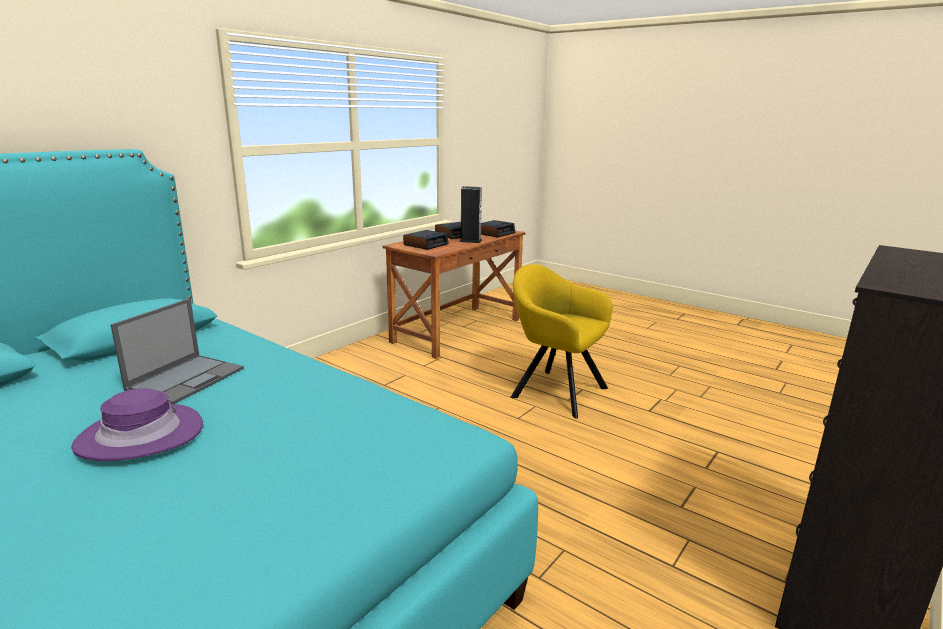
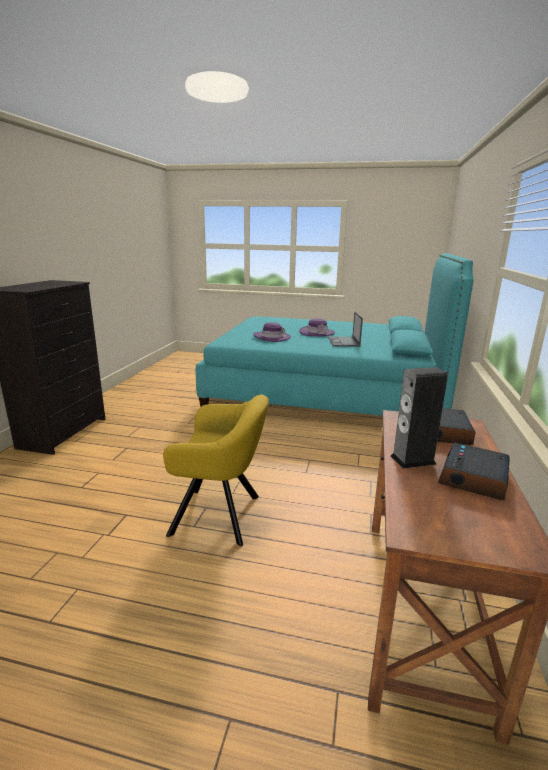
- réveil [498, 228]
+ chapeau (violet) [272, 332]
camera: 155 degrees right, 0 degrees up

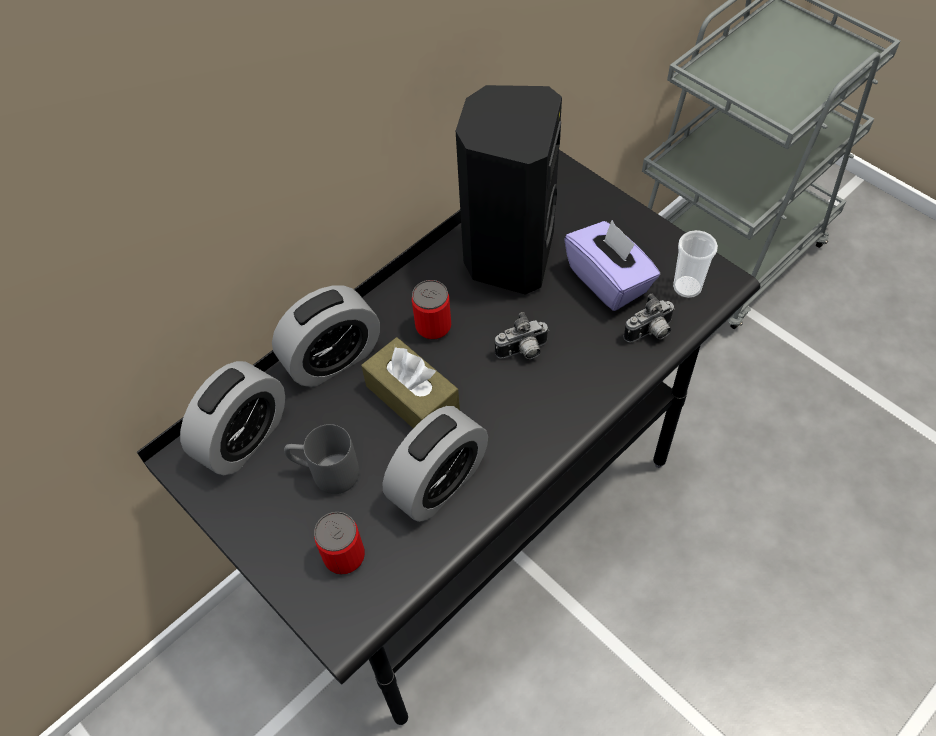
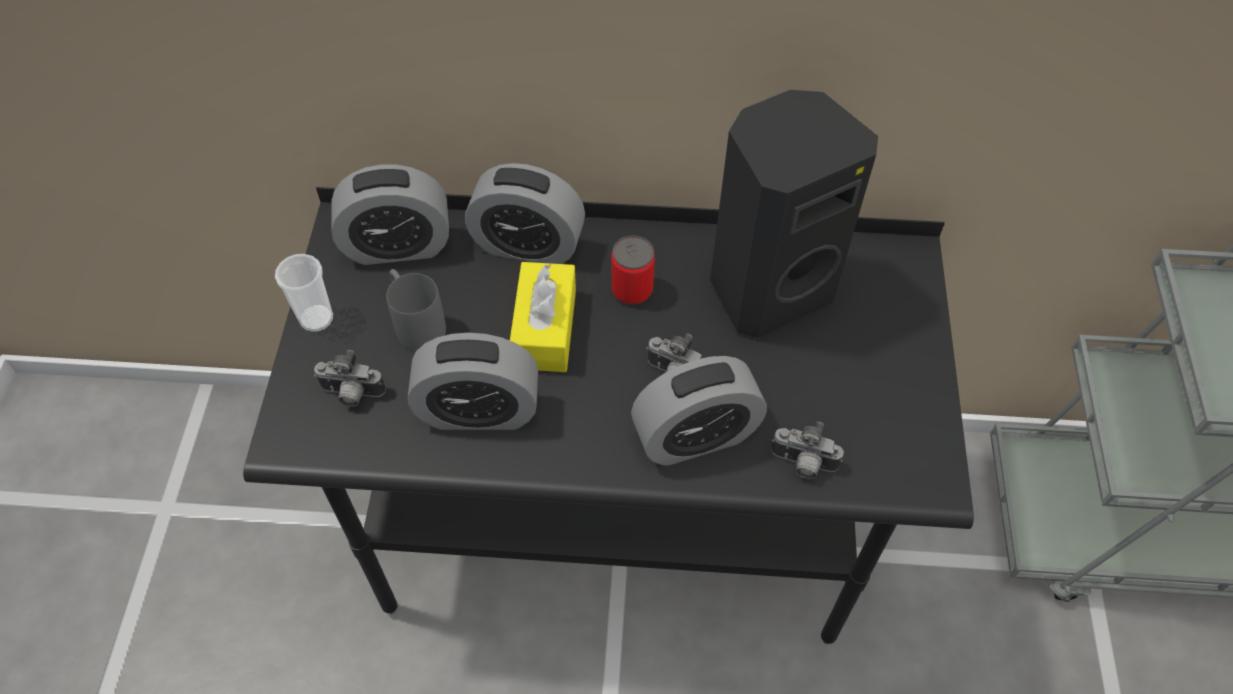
- boîte à mouchoirs (violet) [612, 265]
~ tasse [695, 264] to [304, 293]
~ boîte à mouchoirs (marron) [410, 382] to boîte à mouchoirs (jaune) [543, 317]
~ boîte métallique [339, 543] to appareil photo [350, 378]
+ réveil [699, 411]
camera: 45 degrees right, 0 degrees up

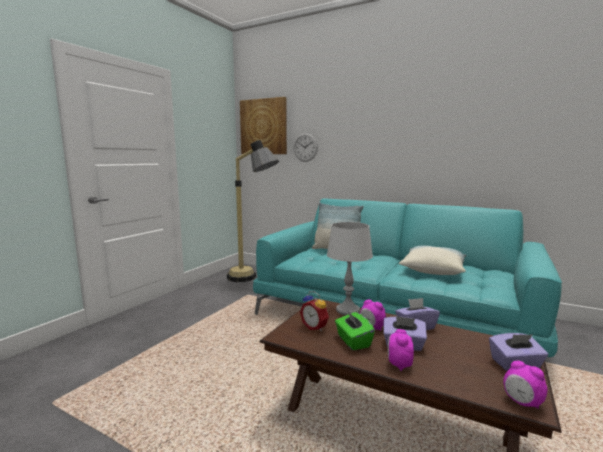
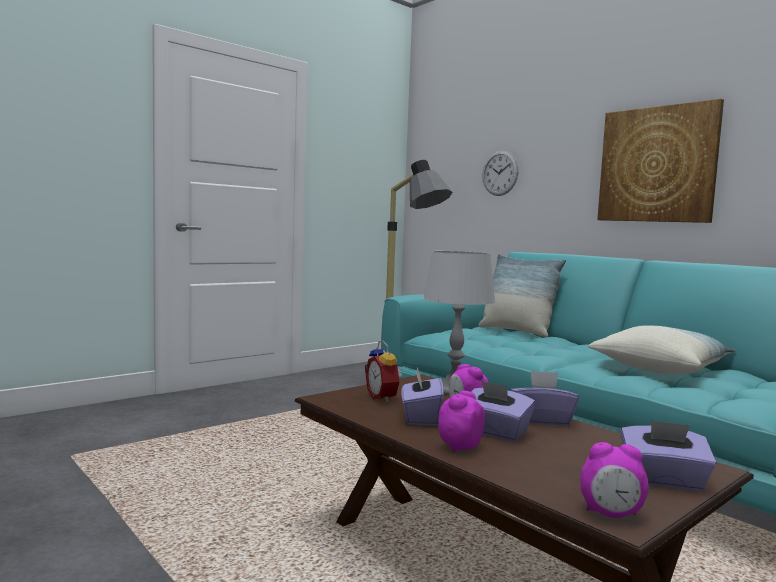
~ tableau [263, 125] to [660, 161]
~ boîte à mouchoirs (vert) [355, 330] to boîte à mouchoirs (violet) [422, 396]
~ réveil [525, 385] = [614, 480] 60 degrees counterclockwise
camera: 20 degrees right, 5 degrees down

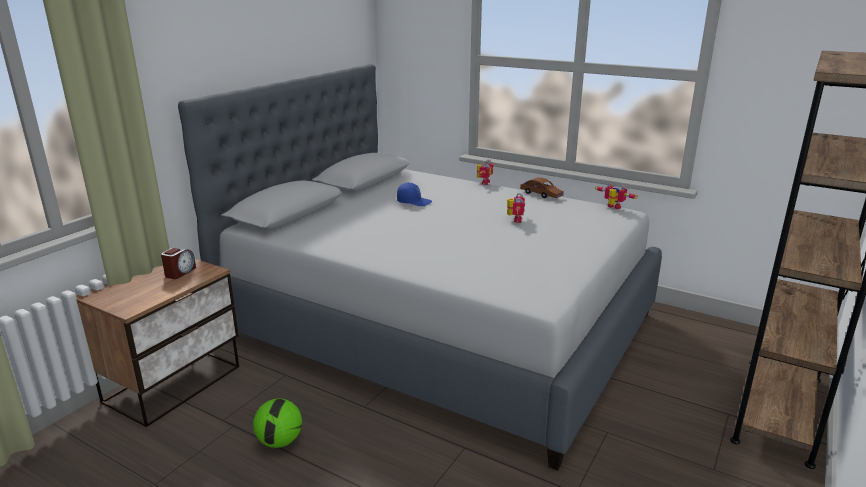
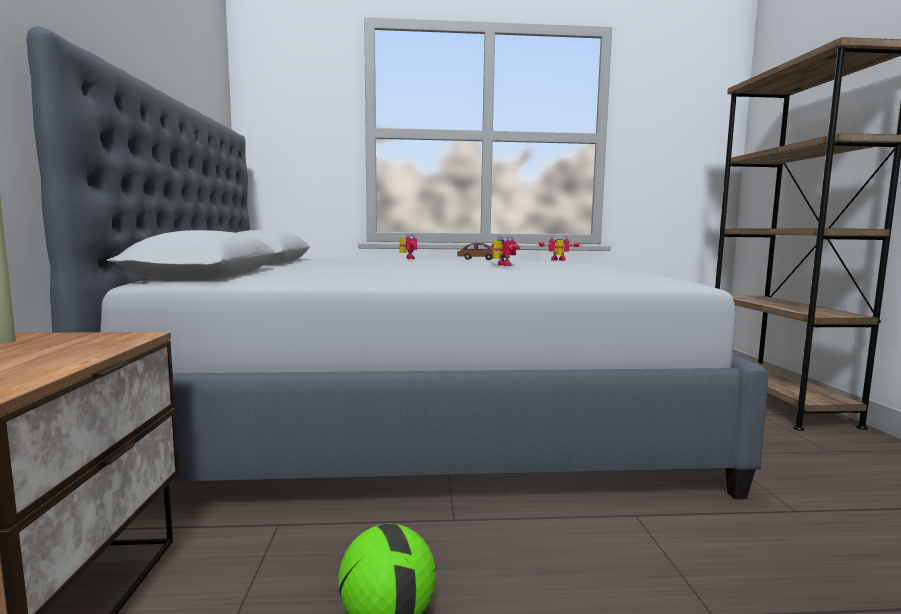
- casquette (bleu) [414, 194]
- réveil [178, 263]
camera: 35 degrees left, 15 degrees down

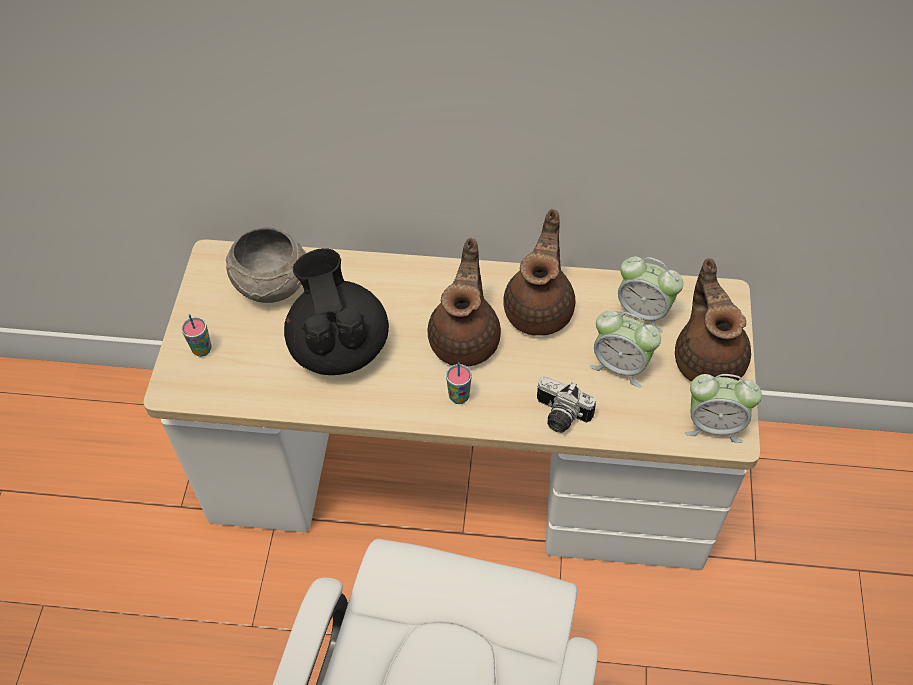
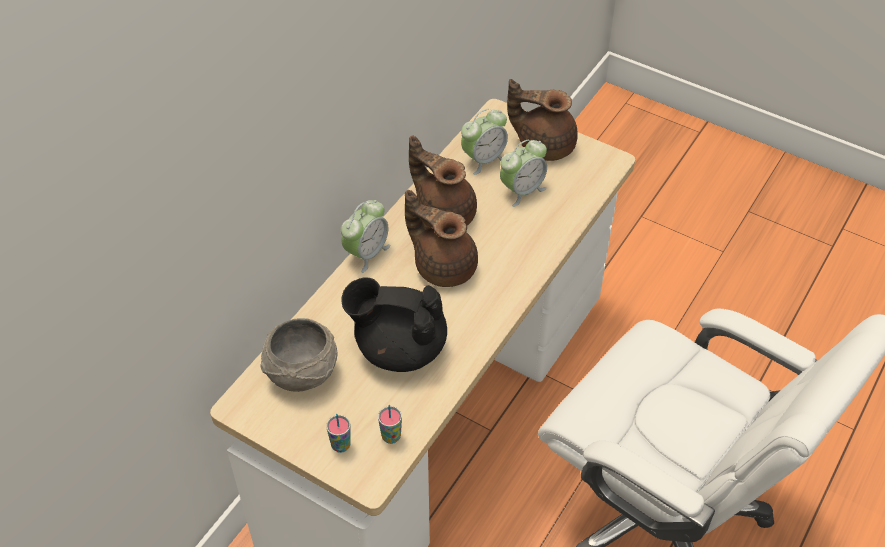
~ tasse [459, 383] to [390, 424]
~ réveil [723, 408] to [365, 236]
- appareil photo [566, 404]
camera: 65 degrees left, 5 degrees down

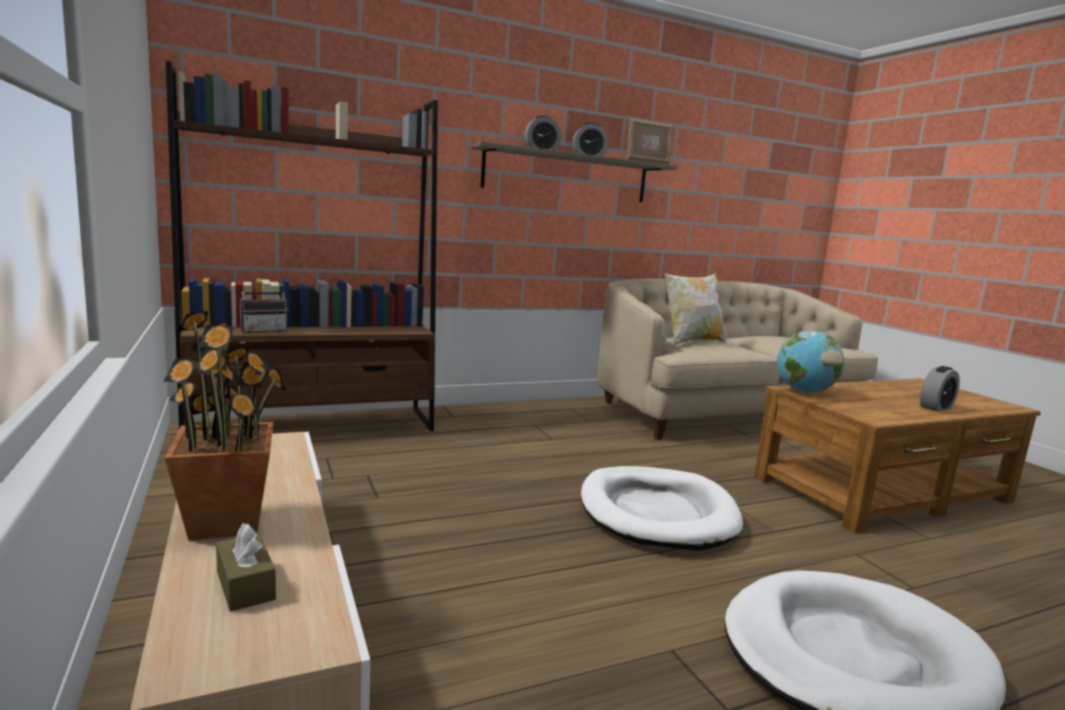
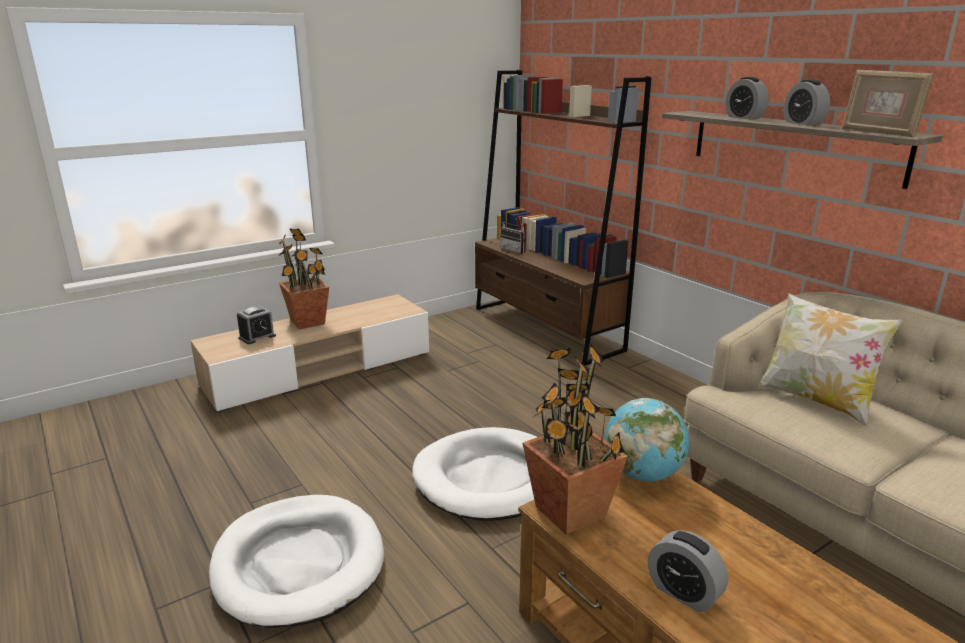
~ boîte à mouchoirs (marron) [246, 567] to réveil [256, 325]
+ plante en pot [575, 439]
camera: 80 degrees right, 10 degrees up

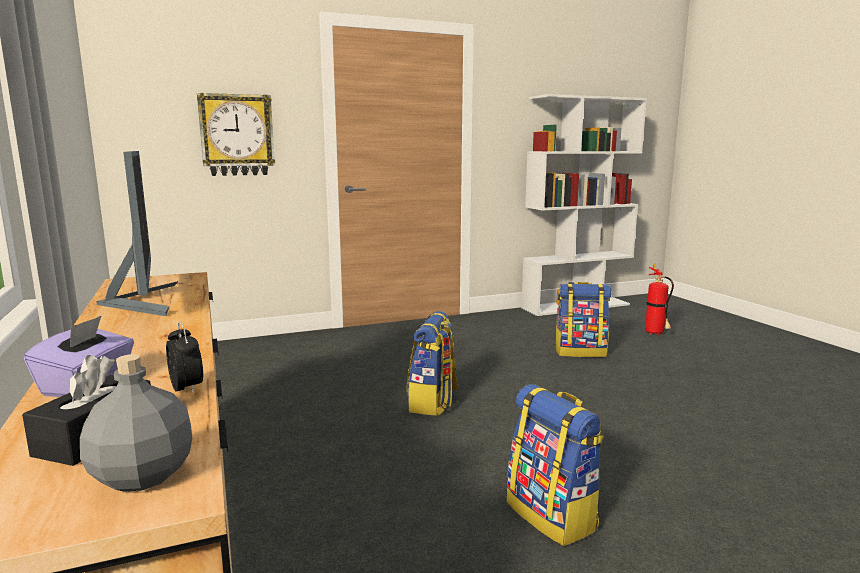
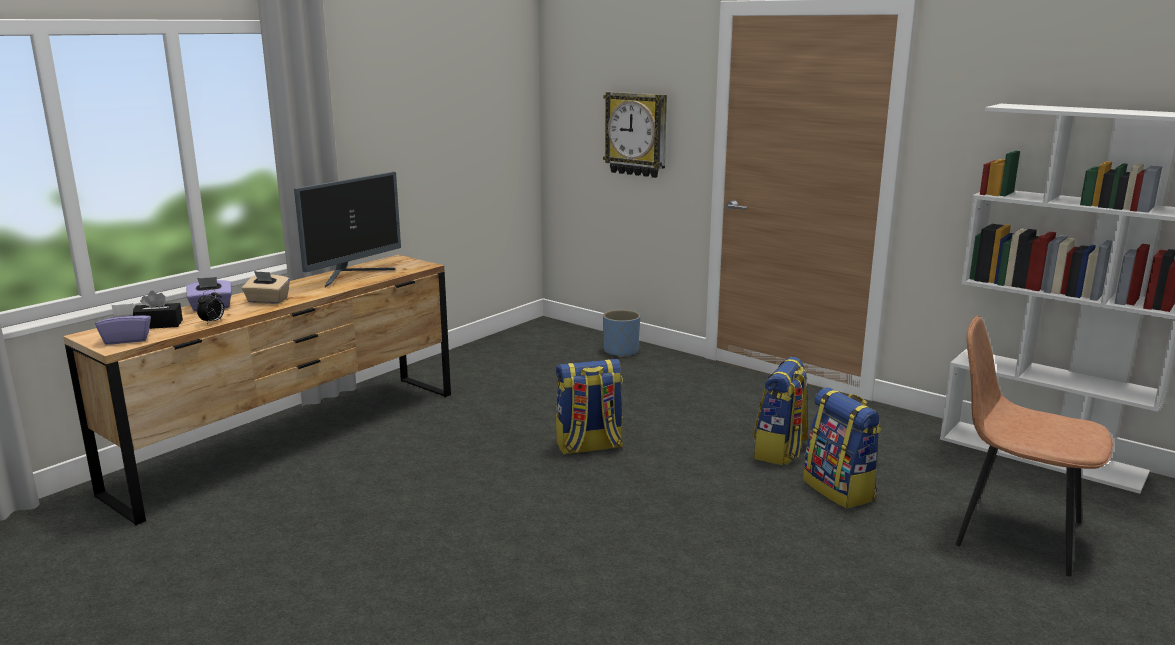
~ extincteur [659, 299] to chaise (marron) [1034, 445]
~ bouteille (gris) [136, 423] to boîte à mouchoirs (violet) [123, 324]
~ sac à dos [555, 465] to [781, 411]
+ boîte à mouchoirs (beige) [266, 287]
+ cache-pot (bleu) [621, 334]
camera: 60 degrees right, 5 degrees up

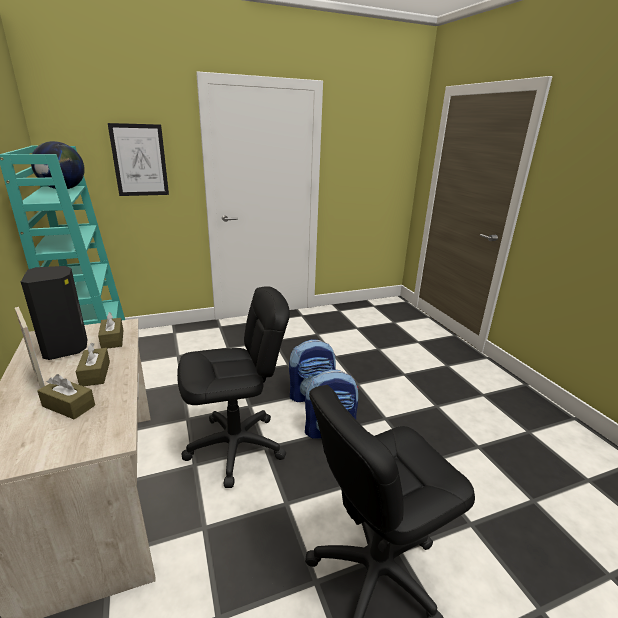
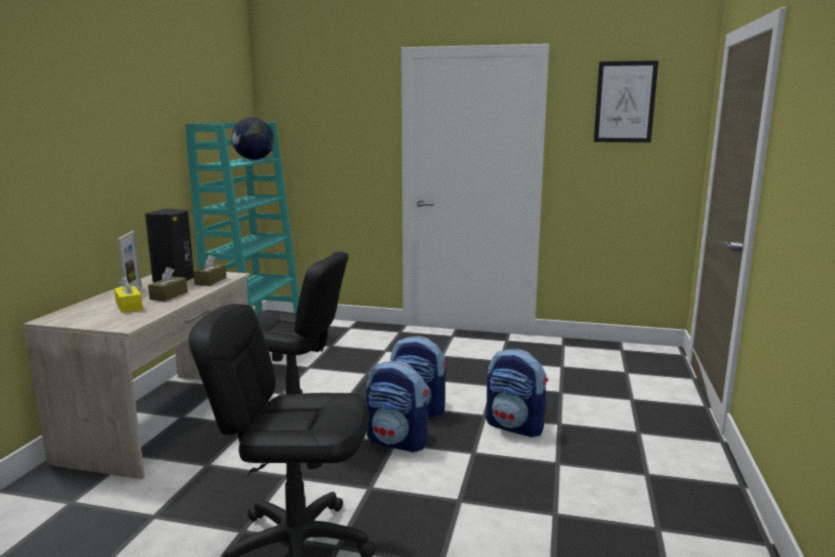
~ tableau [138, 159] to [626, 102]
~ boîte à mouchoirs (marron) [66, 397] to boîte à mouchoirs (jaune) [128, 294]
+ sac à dos [517, 393]
camera: 35 degrees right, 10 degrees down

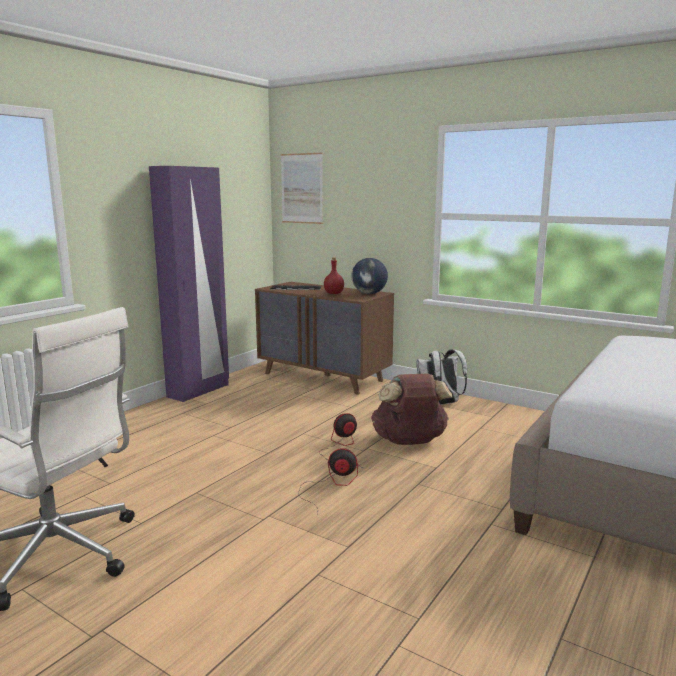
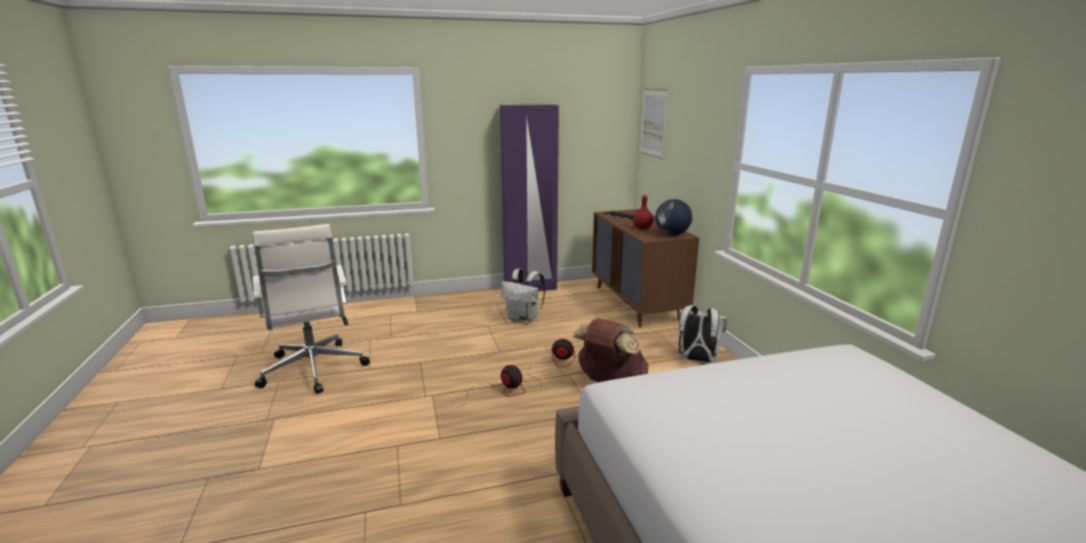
+ sac à dos (blanc) [523, 296]
camera: 40 degrees right, 5 degrees up

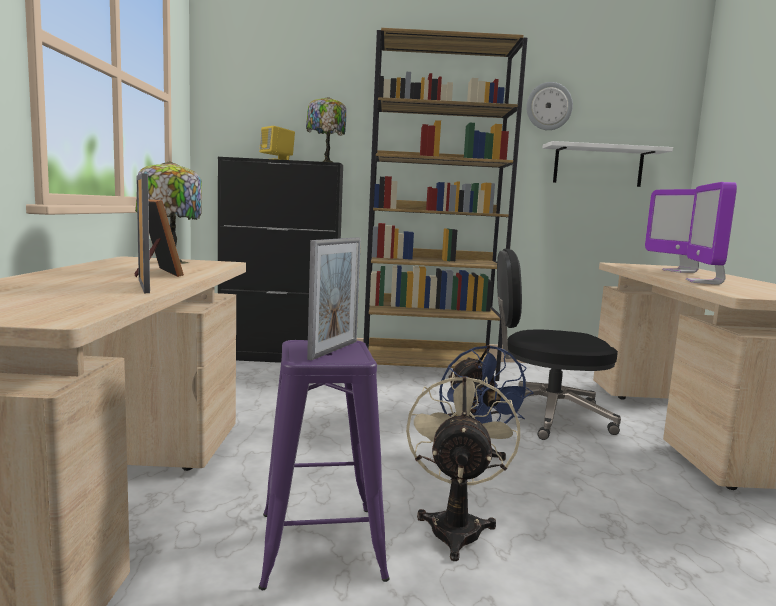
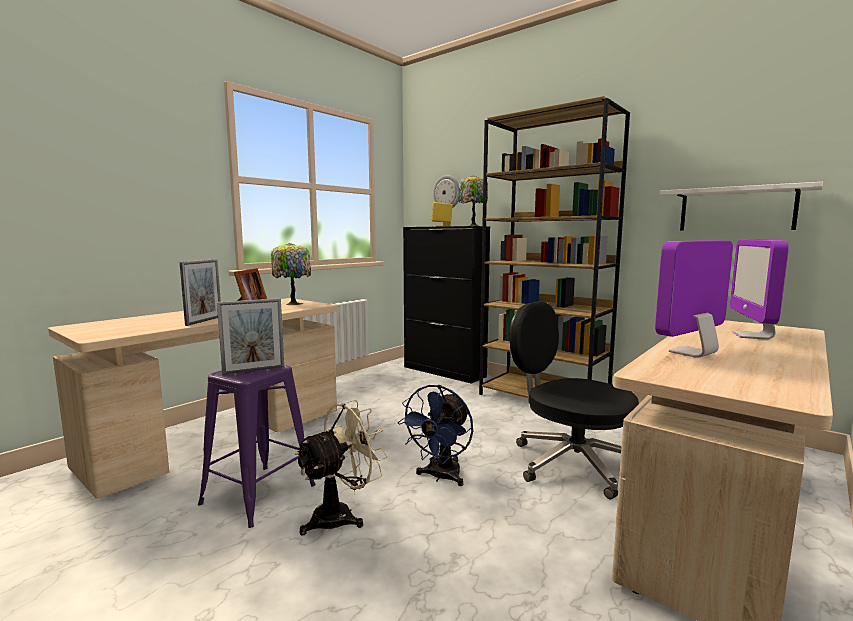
~ horloge murale [549, 106] to [446, 191]
camera: 40 degrees right, 0 degrees up

